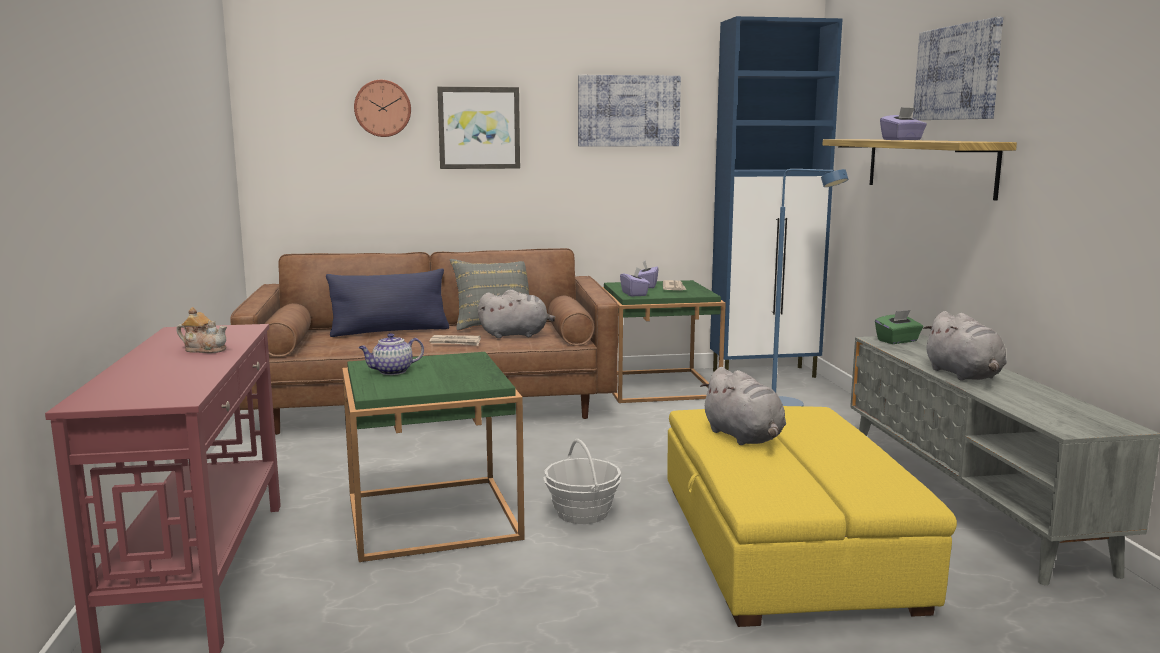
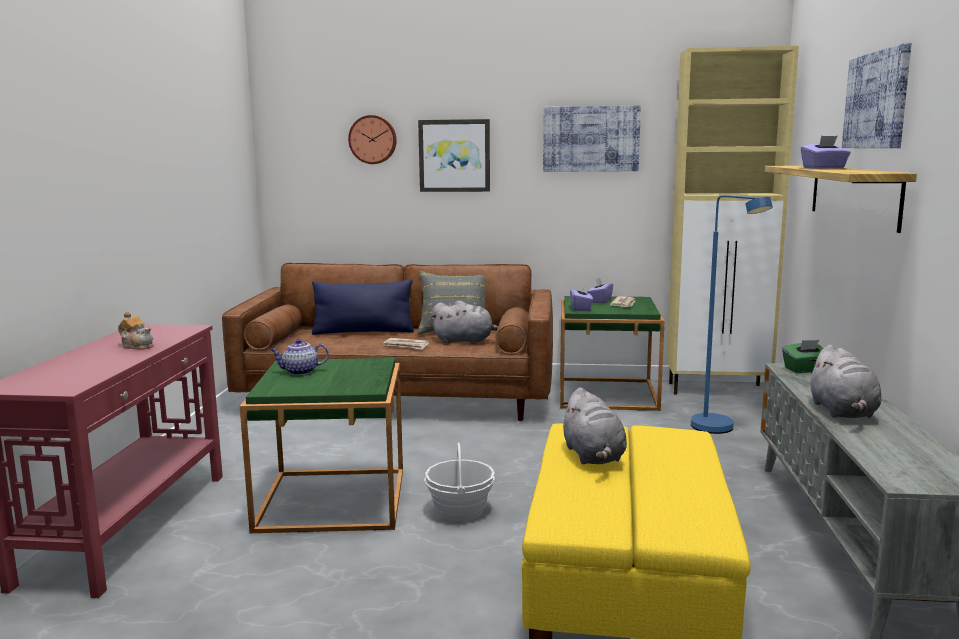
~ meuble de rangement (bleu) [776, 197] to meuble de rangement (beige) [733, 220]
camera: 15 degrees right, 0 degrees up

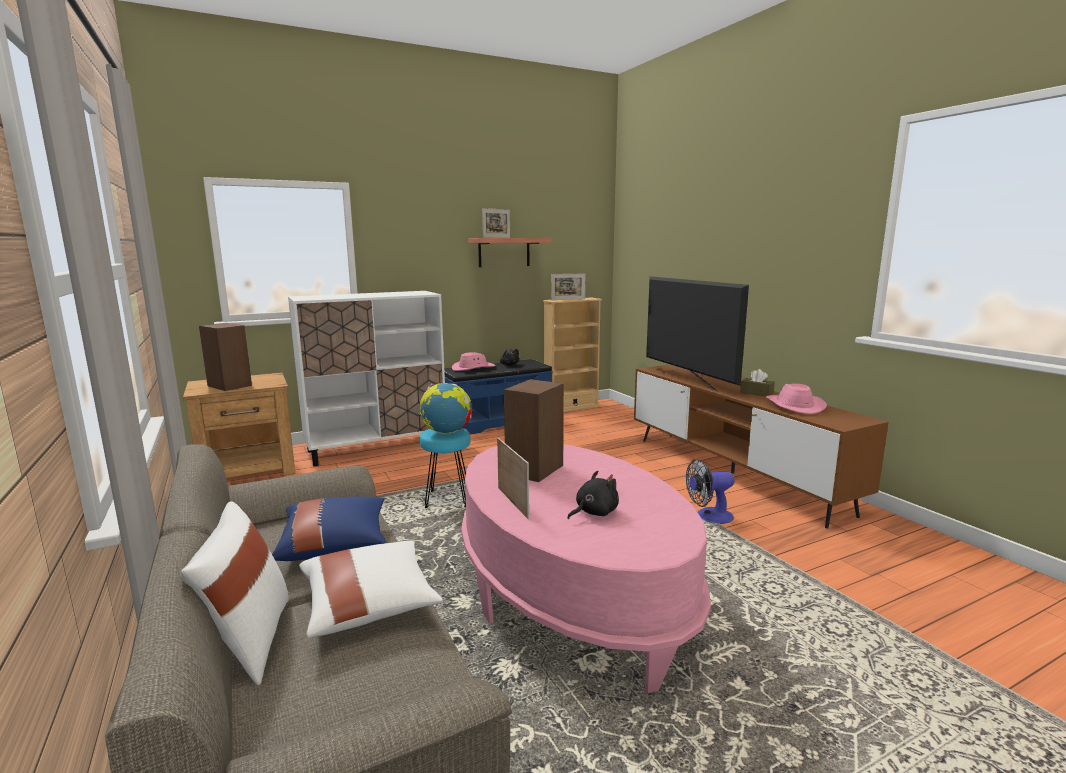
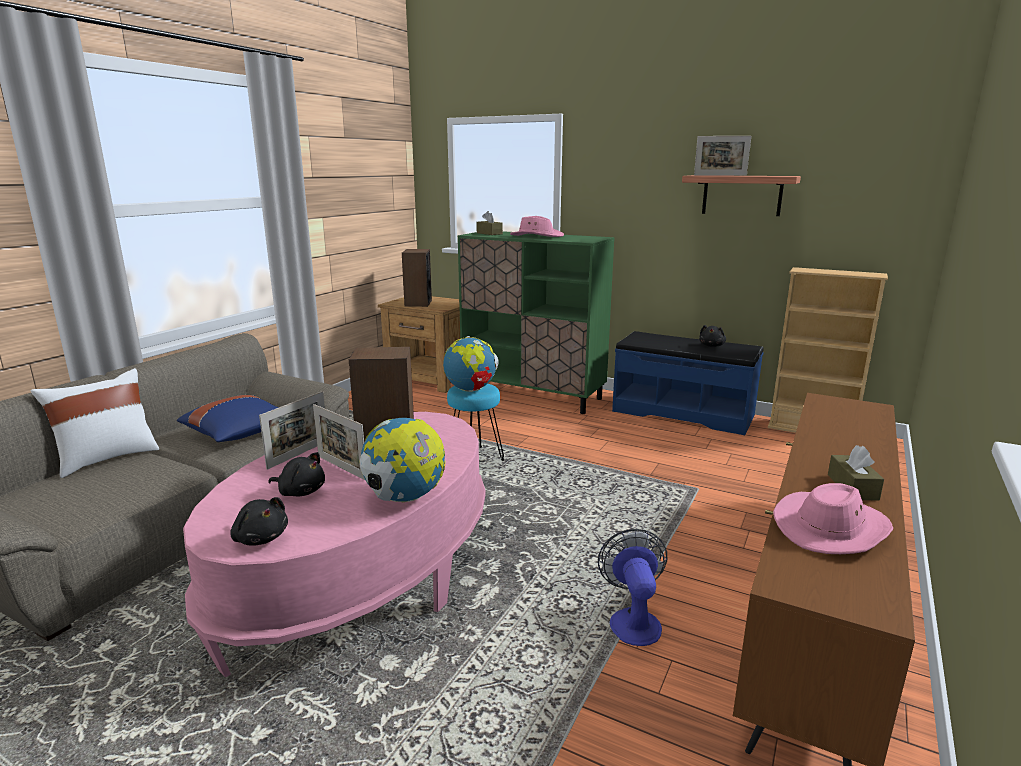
~ cadre photo [568, 286] to [339, 442]
- téléviseur [697, 333]
~ meuble de rangement (blanc) [366, 378] to meuble de rangement (vert) [536, 322]
~ chapeau (rose) [474, 361] to [537, 226]
~ ventilateur [710, 491] = [632, 587] 45 degrees clockwise
- coussin (blanc) [371, 589]
+ boîte à mouchoirs (marron) [489, 223]
+ globe [403, 460]
+ peluche (noir) [259, 521]
camera: 55 degrees right, 5 degrees up

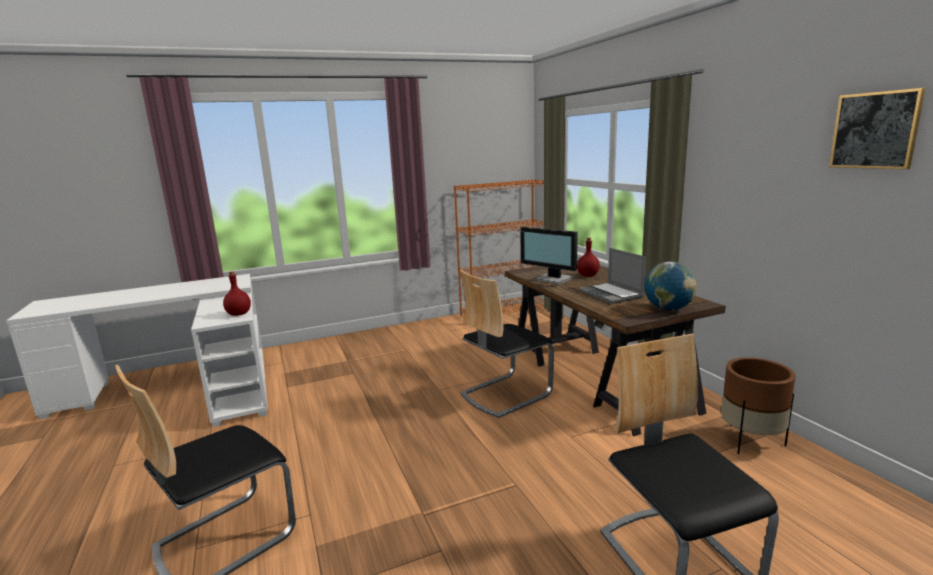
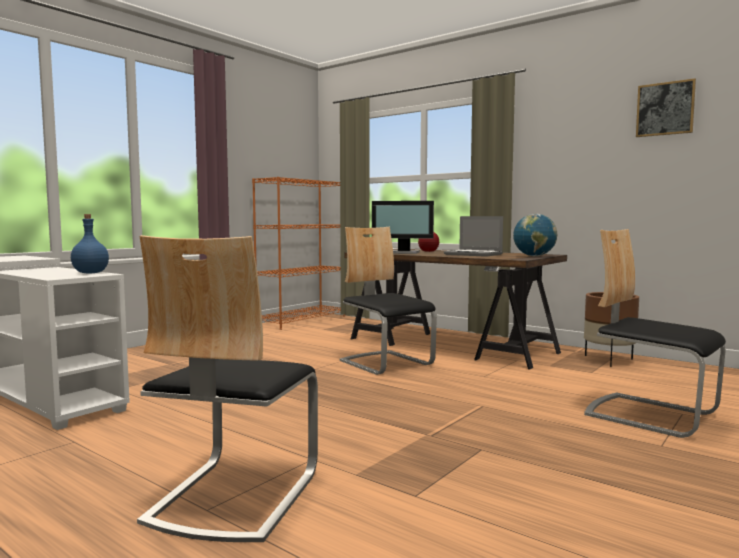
~ chaise [507, 344] = [388, 301] 120 degrees clockwise
~ bouteille (rouge) [237, 293] to bouteille (bleu) [90, 244]
camera: 30 degrees left, 10 degrees down

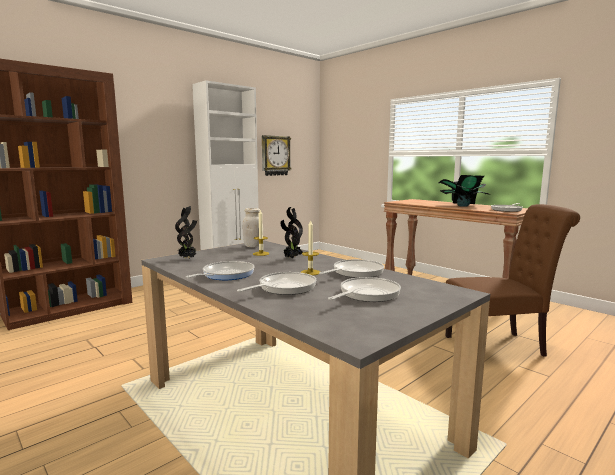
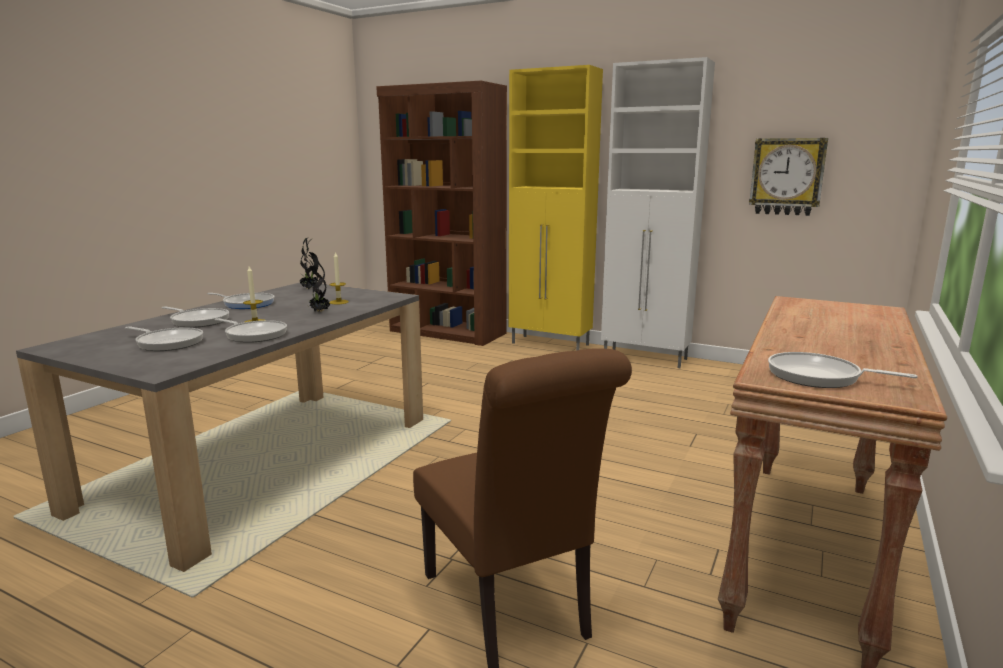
- plante en pot [464, 191]
- bocal (blanc) [252, 227]
+ meuble de rangement (jaune) [556, 208]
camera: 70 degrees right, 5 degrees up

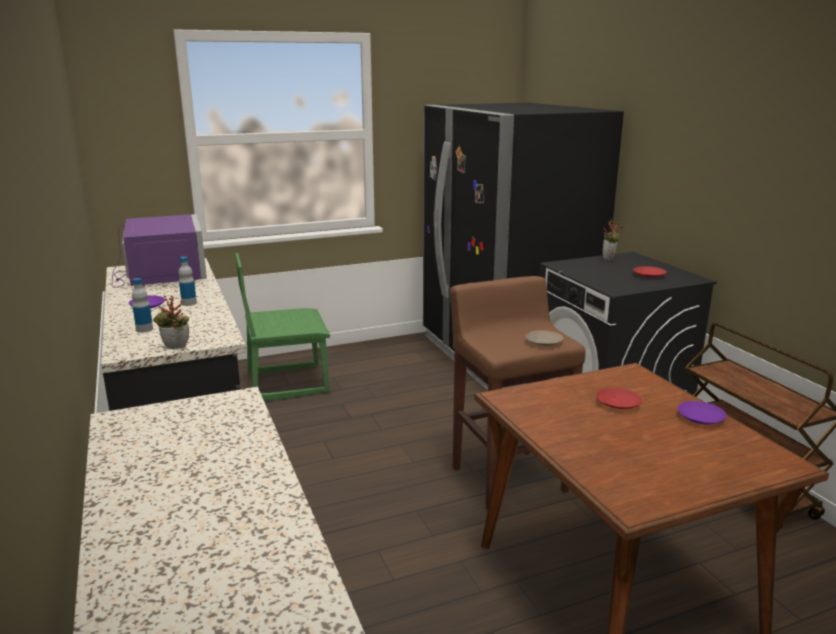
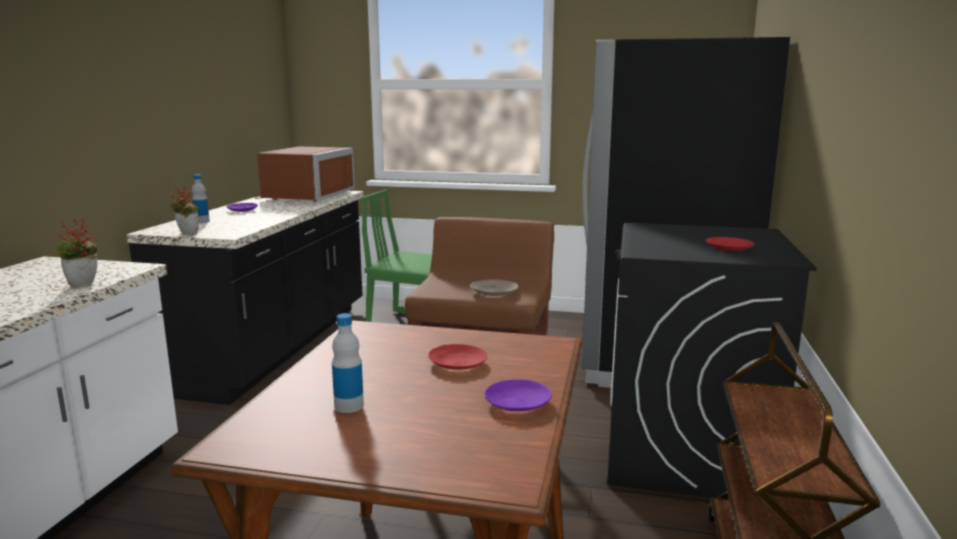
~ micro-ondes (violet) [159, 251] to micro-ondes (marron) [305, 174]
~ plante en pot [613, 238] to [76, 252]
~ bouteille [188, 281] to [348, 363]
camera: 35 degrees right, 5 degrees down

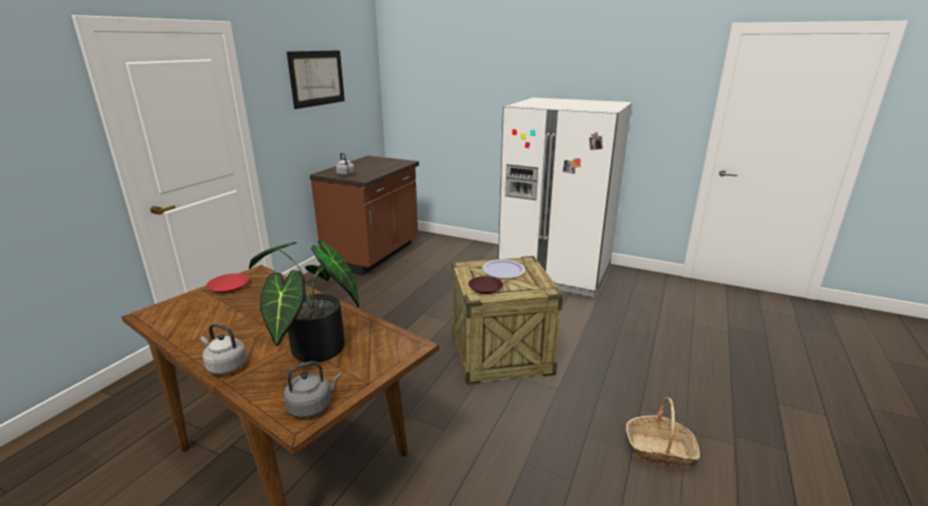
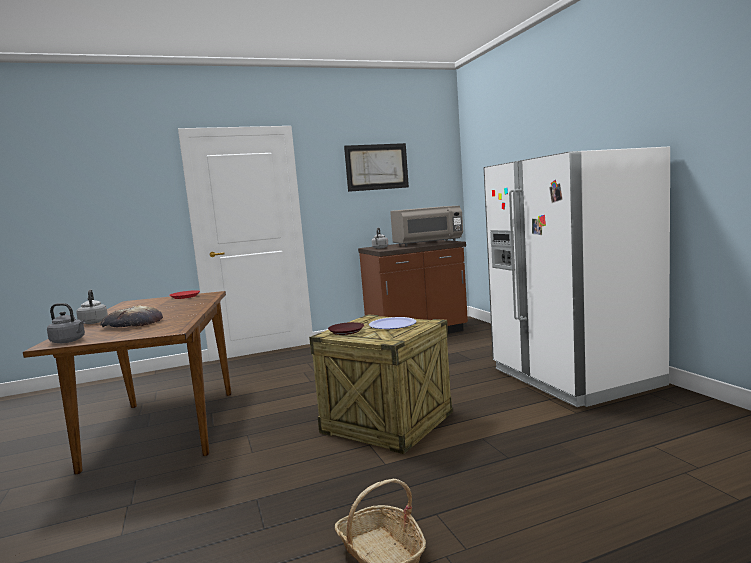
~ plante en pot [304, 301] to pain [131, 316]
+ micro-ondes (gris) [426, 226]
camera: 45 degrees right, 15 degrees down

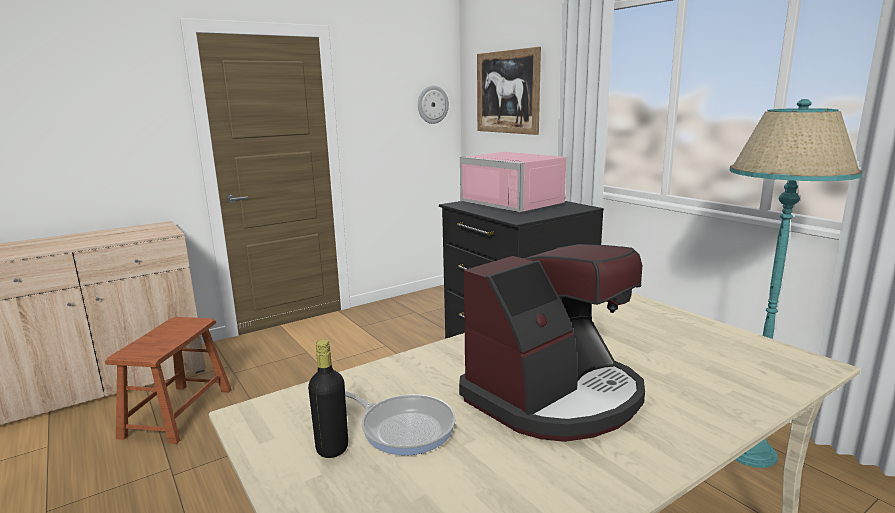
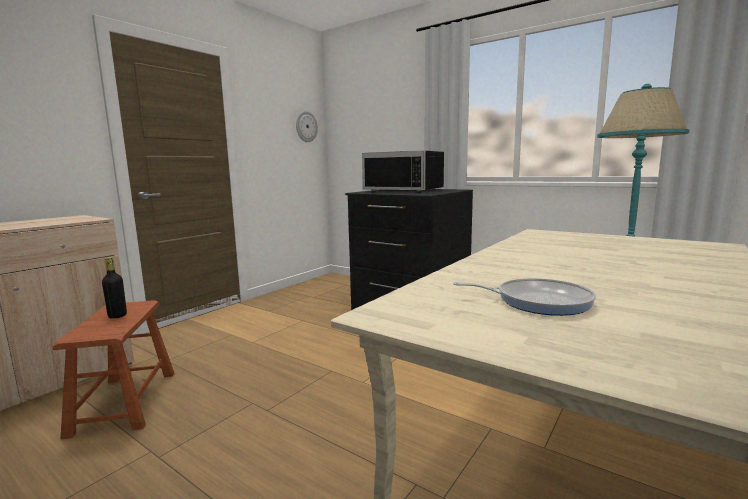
- tableau [509, 91]
~ micro-ondes (rose) [513, 182] to micro-ondes (noir) [403, 171]
- machine à café [552, 343]
~ bouteille (noir) [328, 399] to [114, 288]
camera: 20 degrees left, 5 degrees down

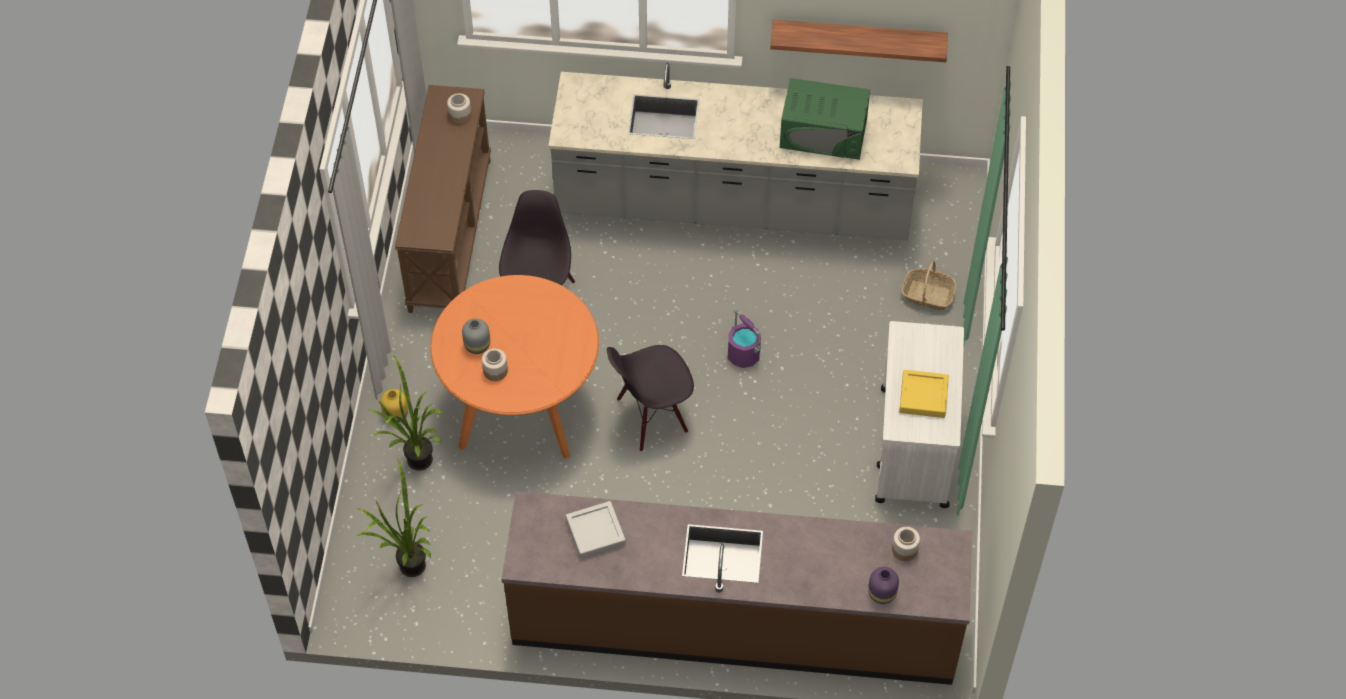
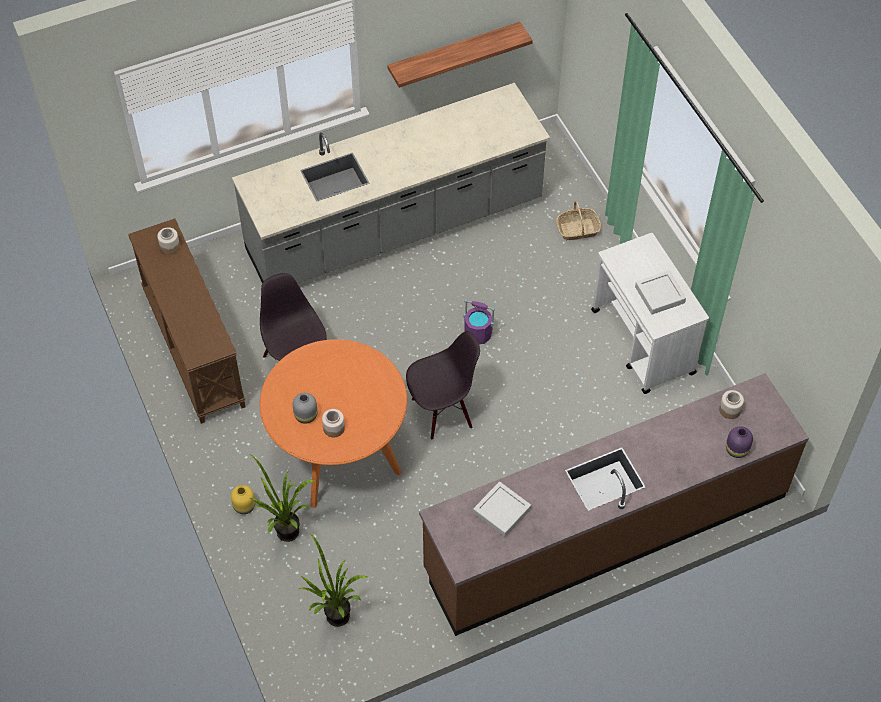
- micro-ondes (vert) [825, 119]
~ chaise (noir) [650, 398] = [443, 385] 150 degrees counterclockwise
~ plateau (jaune) [924, 394] to plateau (gris) [660, 293]
camera: 30 degrees left, 0 degrees up

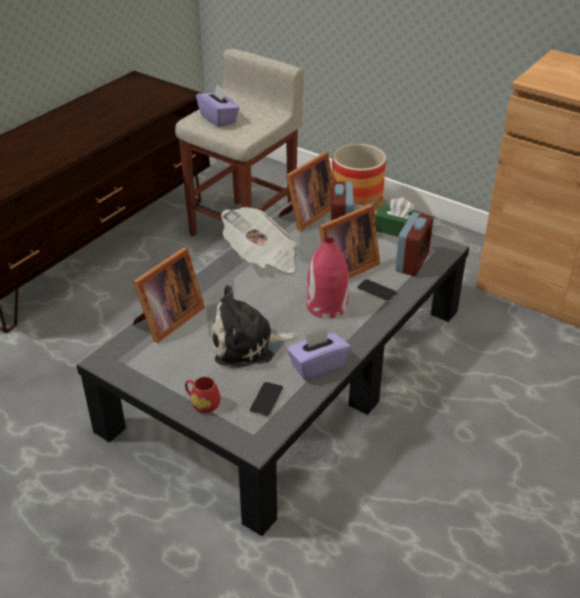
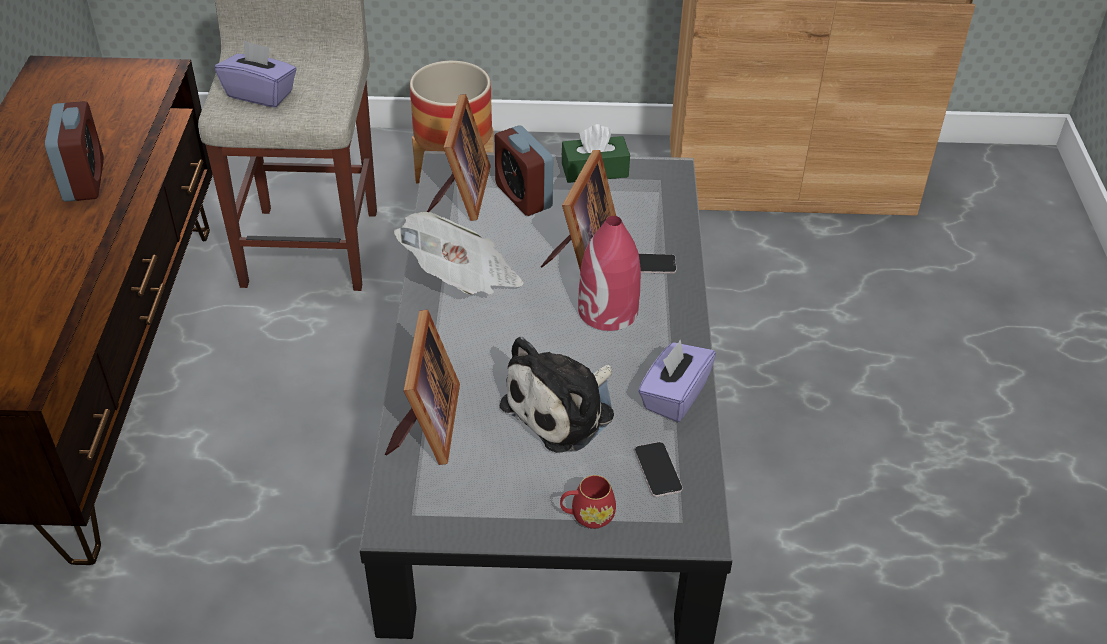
~ réveil [414, 244] to [74, 151]
camera: 35 degrees left, 5 degrees up

